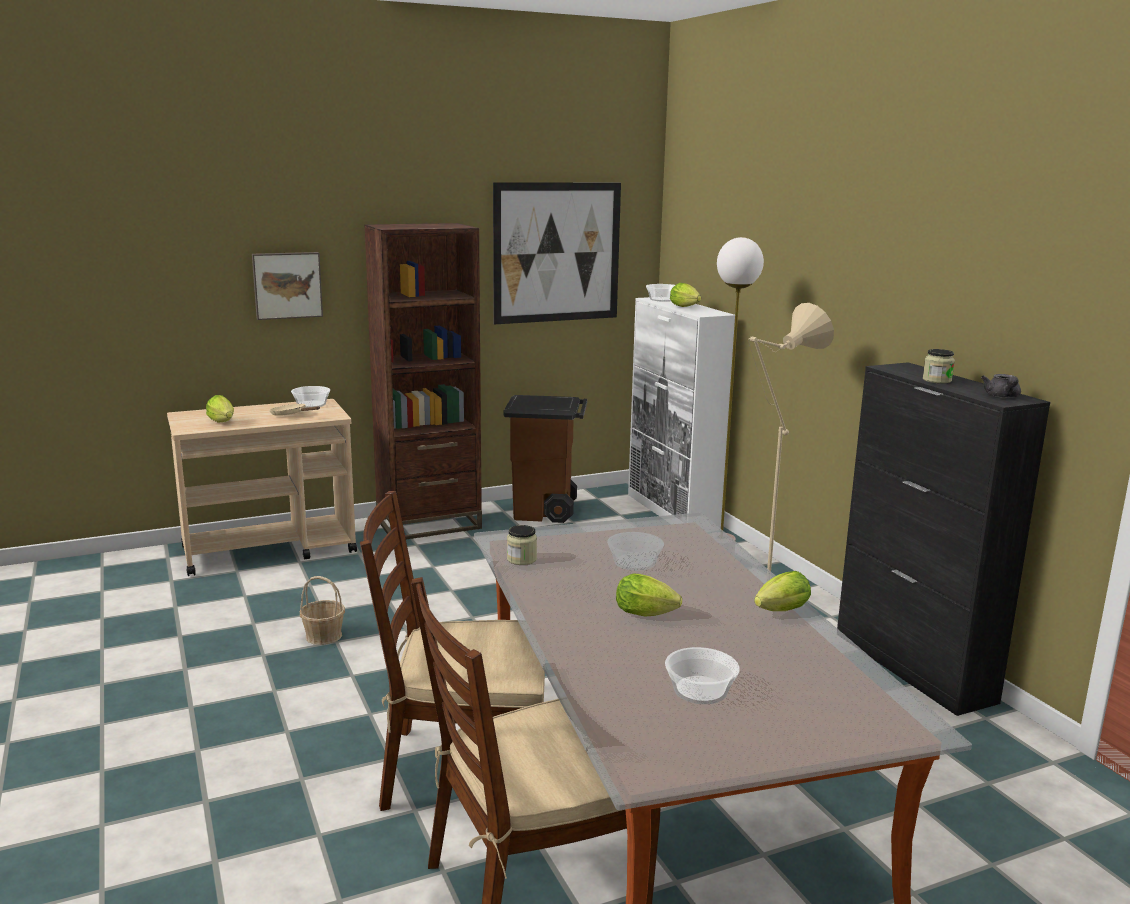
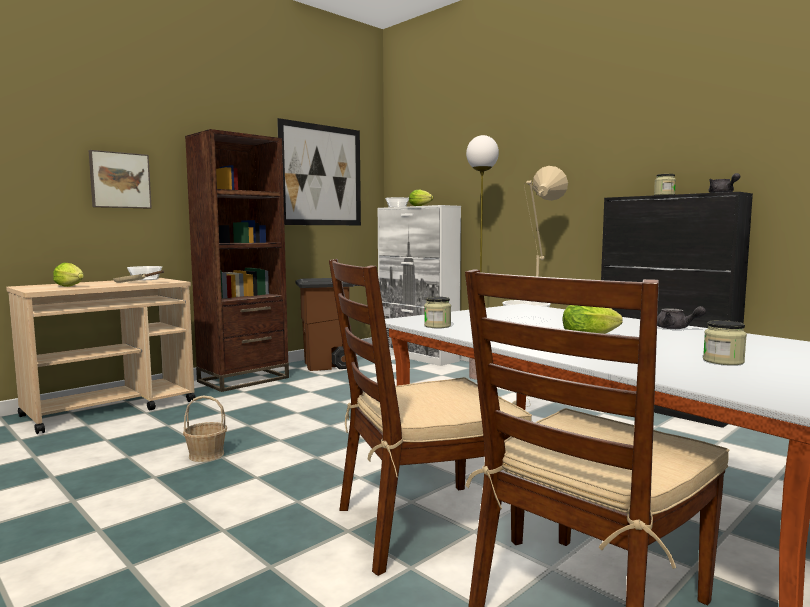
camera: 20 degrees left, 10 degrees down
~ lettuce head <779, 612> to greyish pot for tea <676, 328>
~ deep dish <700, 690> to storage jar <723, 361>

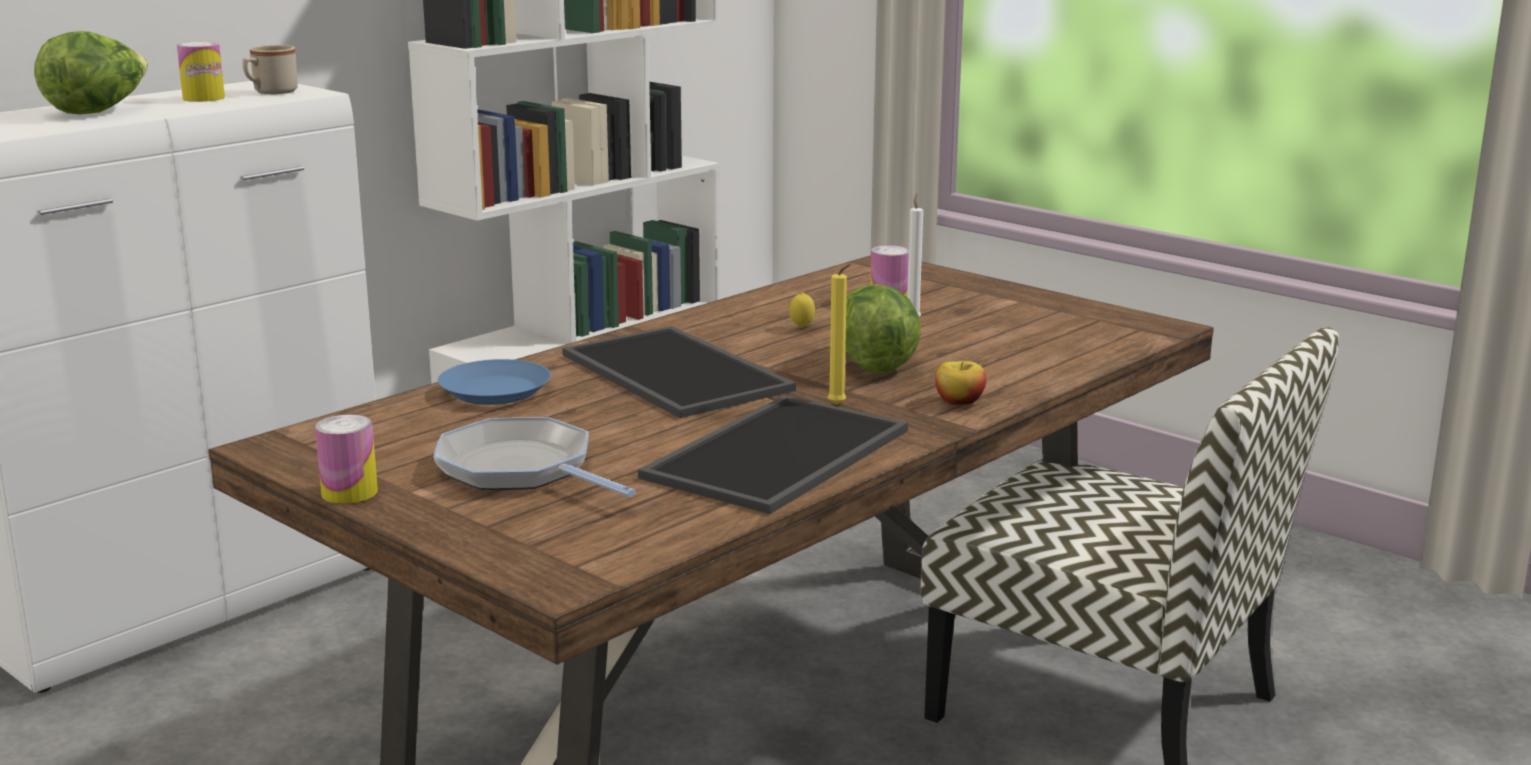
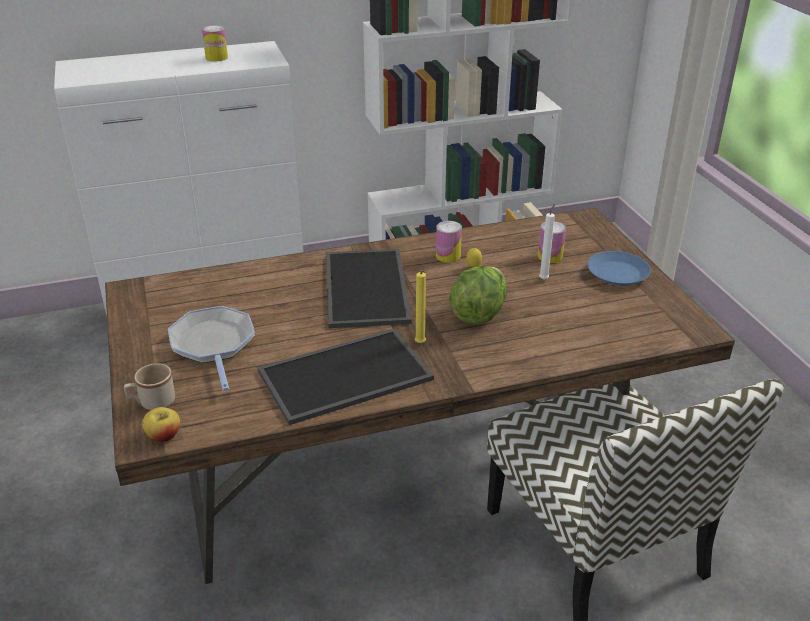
camera: 30 degrees right, 15 degrees up
~ beige tea mug <270, 92> to <152, 403>
~ whole apple <959, 402> to <164, 436>
~ metal can <349, 492> to <448, 256>
~ blue-coloured plate <494, 391> to <617, 274>
- lettuce head <98, 111>

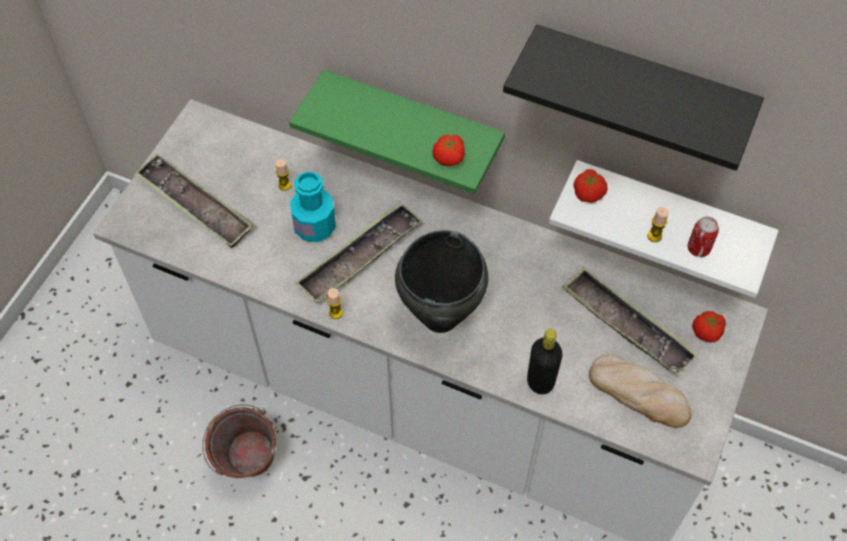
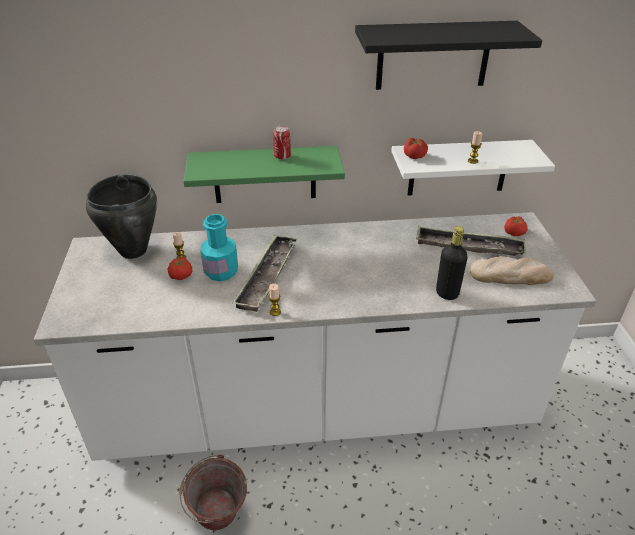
camera: 30 degrees left, 20 degrees down
~ black-coloured stockpot <439, 317> to <132, 251>
~ tomato <449, 157> to <181, 275>
~ metal can <698, 248> to <282, 156>
- carrying tray <195, 206>

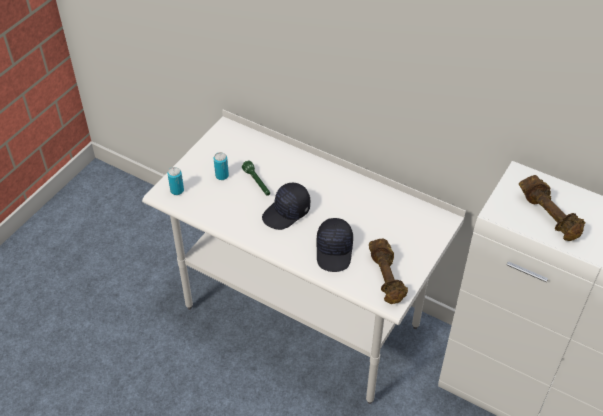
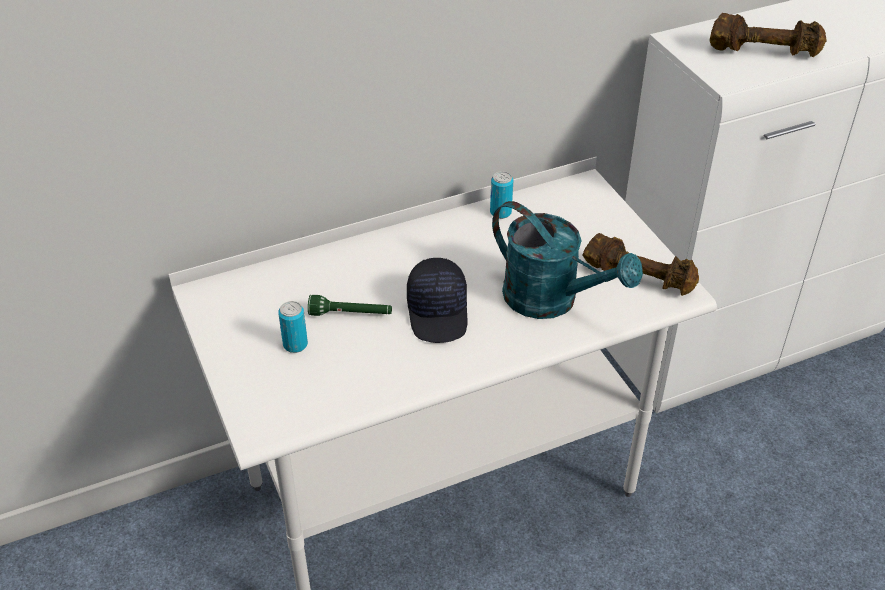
camera: 55 degrees left, 5 degrees down
~ metal can <177, 190> to <500, 212>
~ black-coloured cap <335, 251> to turquoise watering can <552, 300>

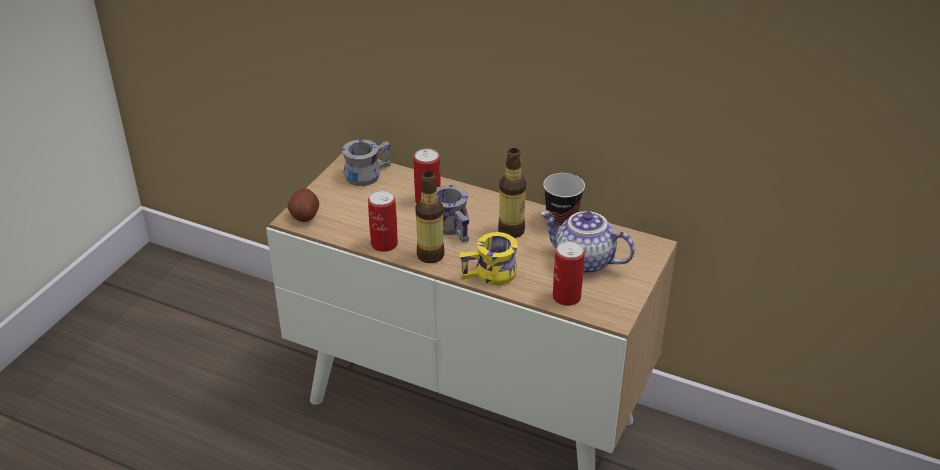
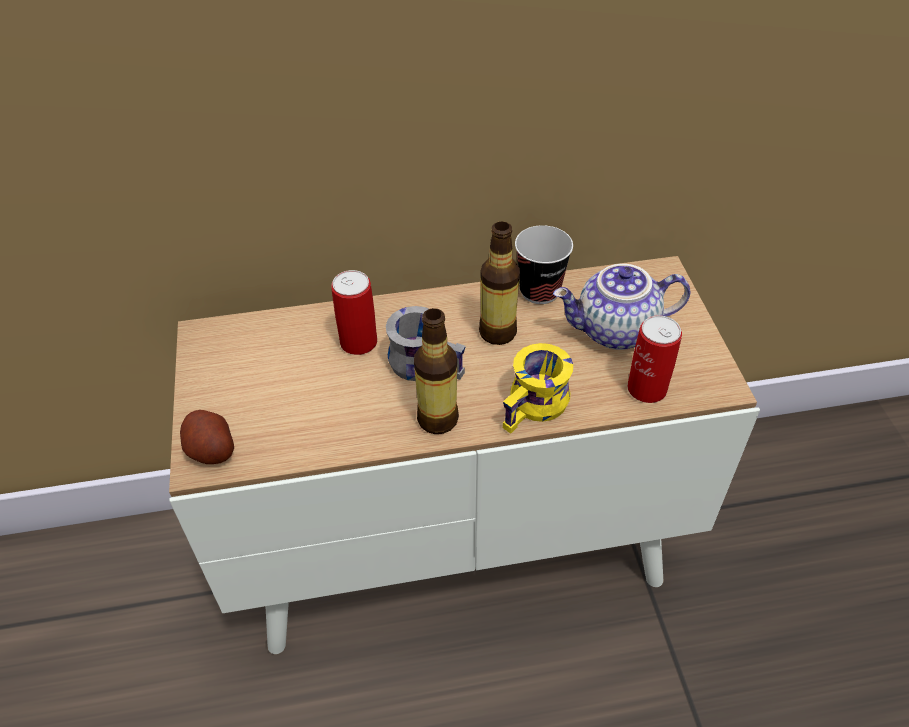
camera: 35 degrees left, 10 degrees up
- greyish tea mug <365, 173>
- metal can <384, 244>

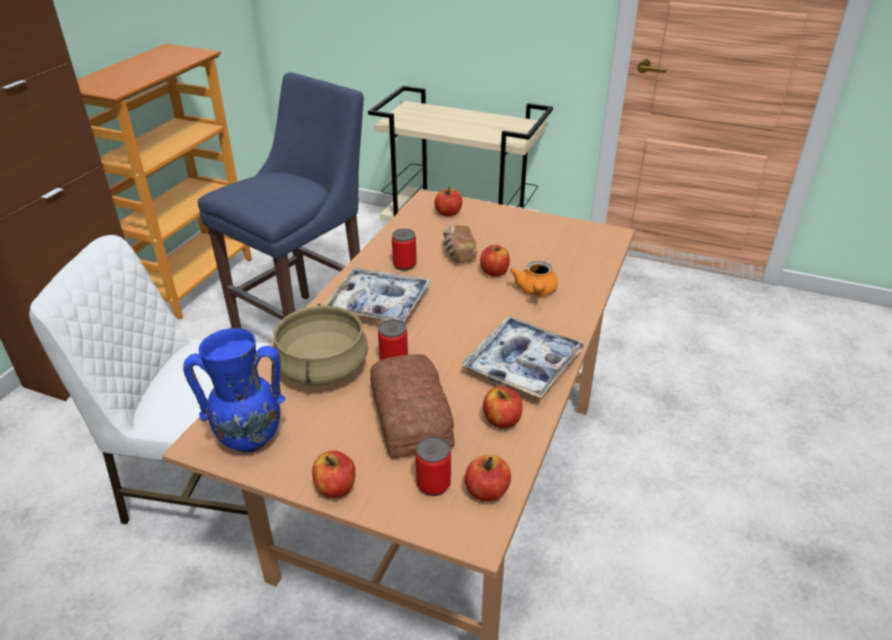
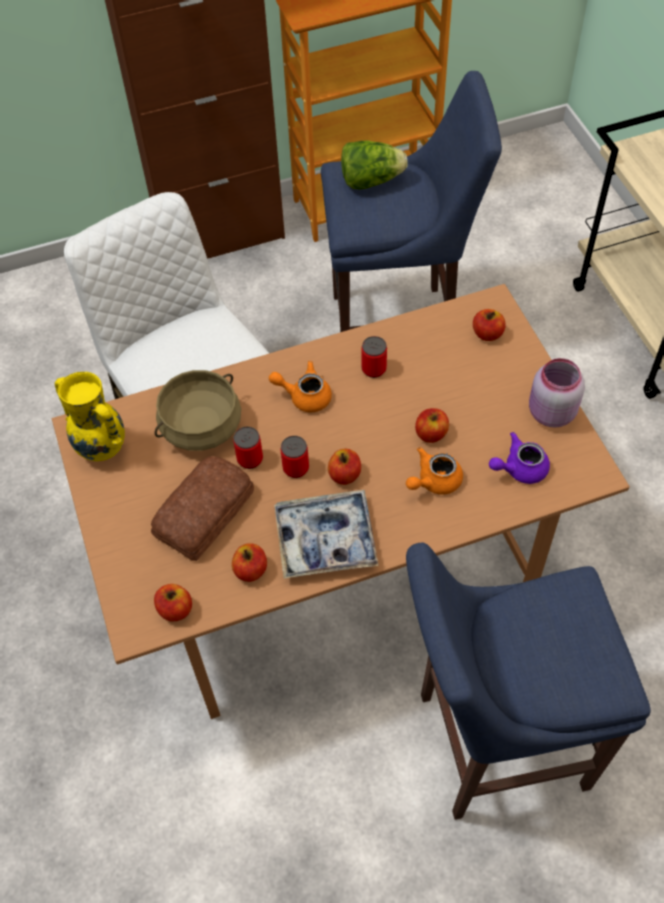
camera: 50 degrees right, 20 degrees up
~ blue-coloured flower vase <249, 439> to yellowish flower vase <102, 447>
~ carrying tray <378, 304> to orange-coloured pot for tea <304, 396>
~ metal can <433, 484> to <296, 468>
~ whole apple <336, 487> to <345, 475>
+ lettuce head <371, 181>
+ blue-coloured stool seat <493, 741>
+ purple pot for tea <519, 469>
+ pink storage jar <550, 413>
- baked bread <458, 254>

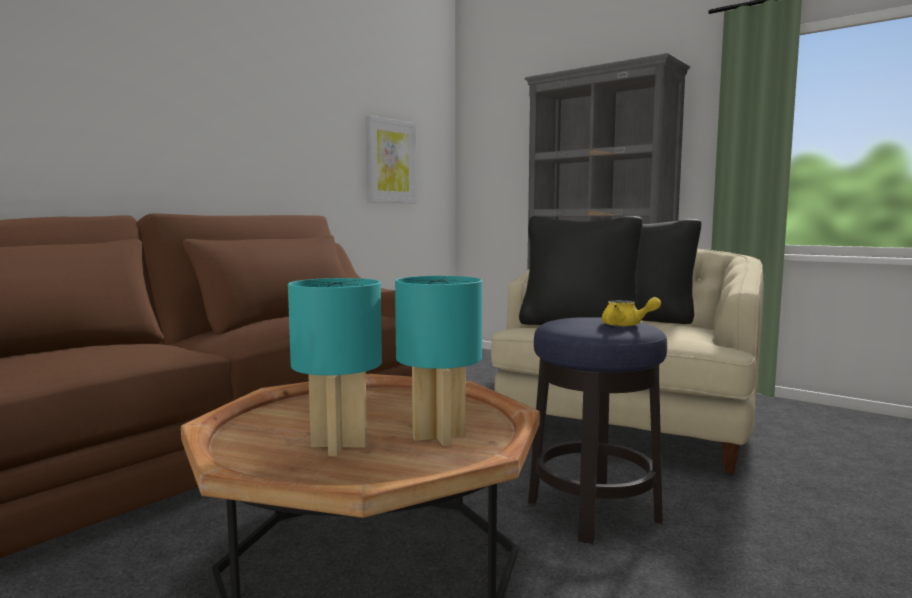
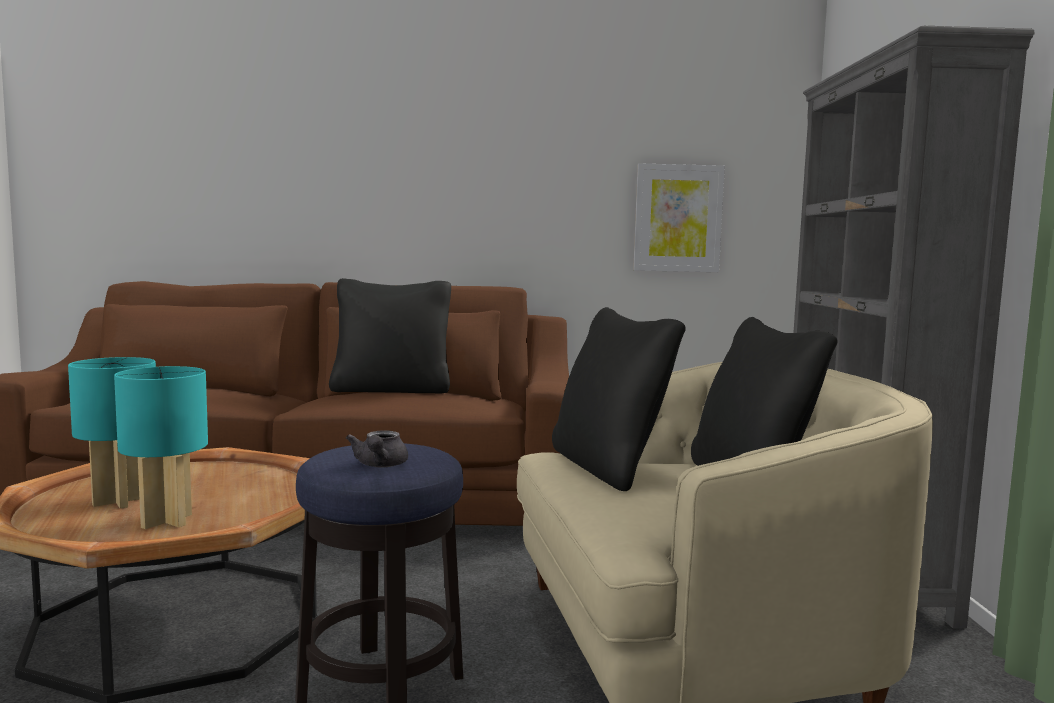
camera: 50 degrees right, 0 degrees up
+ black-coloured pillow <392, 389>
~ yellowish pot for tea <626, 325> to greyish pot for tea <379, 465>

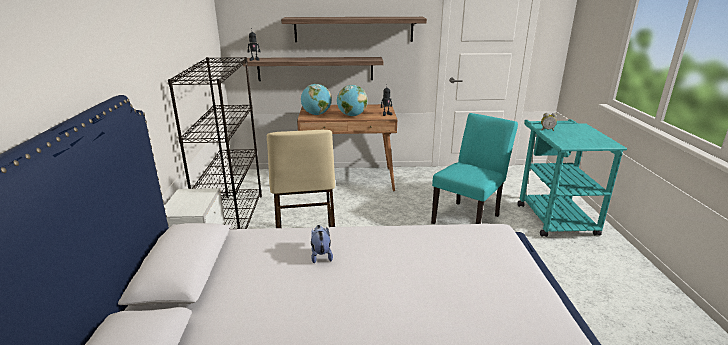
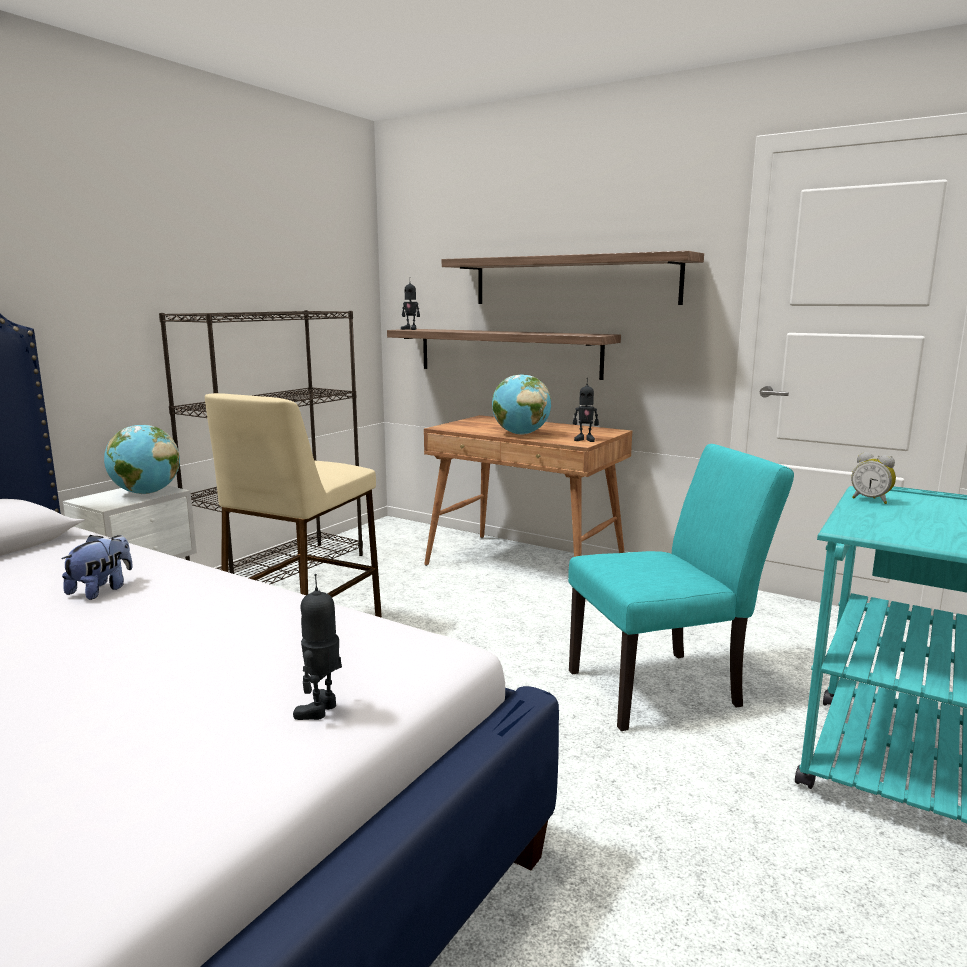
camera: 35 degrees right, 10 degrees down
~ world globe <316, 114> to <146, 493>
+ model robot <321, 710>

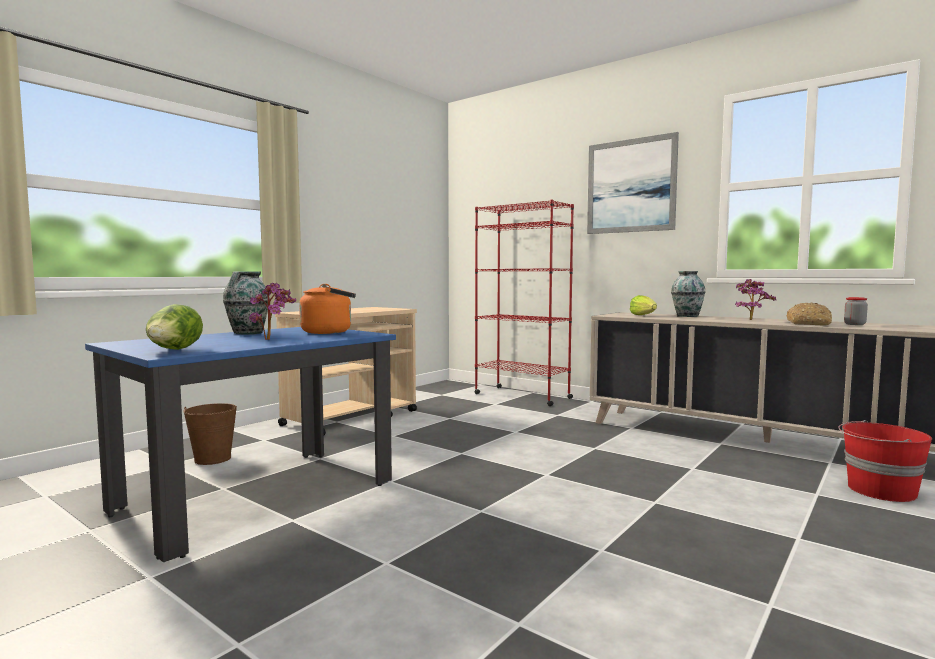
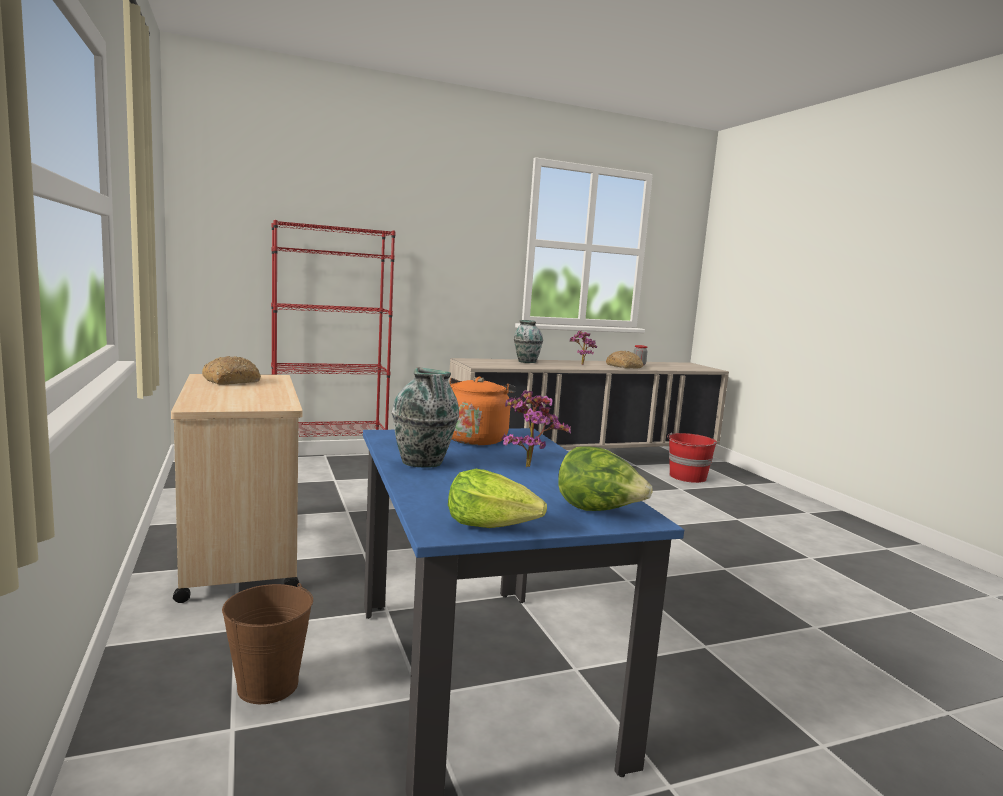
camera: 60 degrees left, 5 degrees up
+ baked bread <232, 381>
~ lettuce head <644, 315> to <491, 525>
- wall picture <630, 186>

